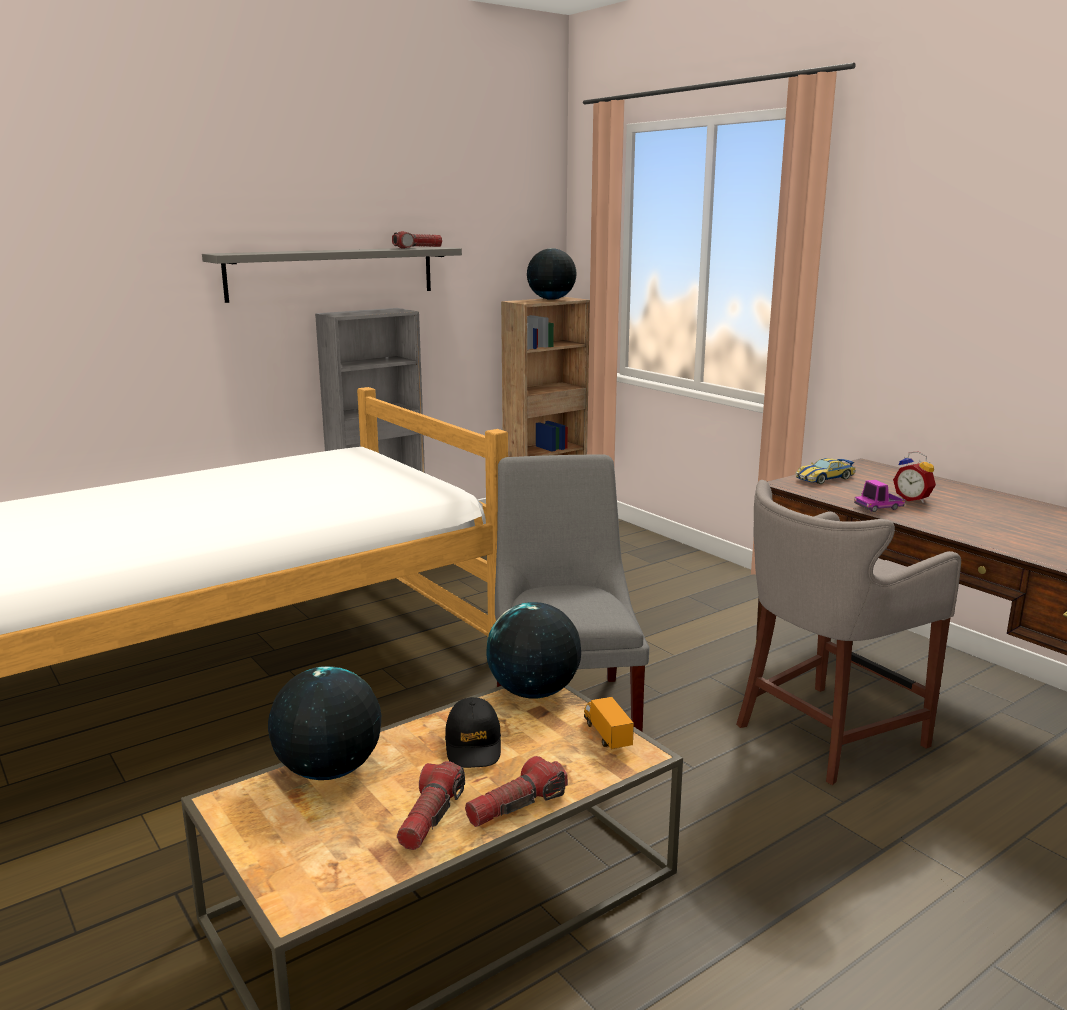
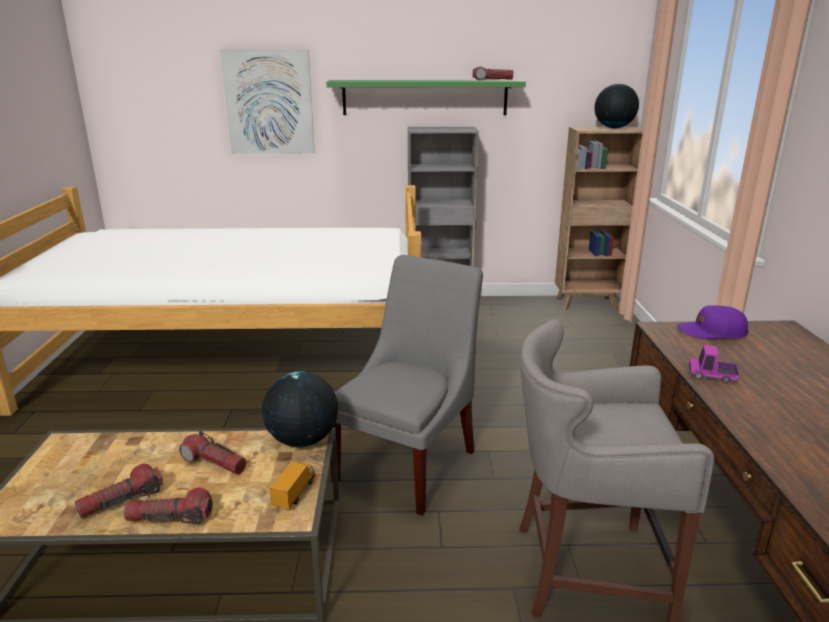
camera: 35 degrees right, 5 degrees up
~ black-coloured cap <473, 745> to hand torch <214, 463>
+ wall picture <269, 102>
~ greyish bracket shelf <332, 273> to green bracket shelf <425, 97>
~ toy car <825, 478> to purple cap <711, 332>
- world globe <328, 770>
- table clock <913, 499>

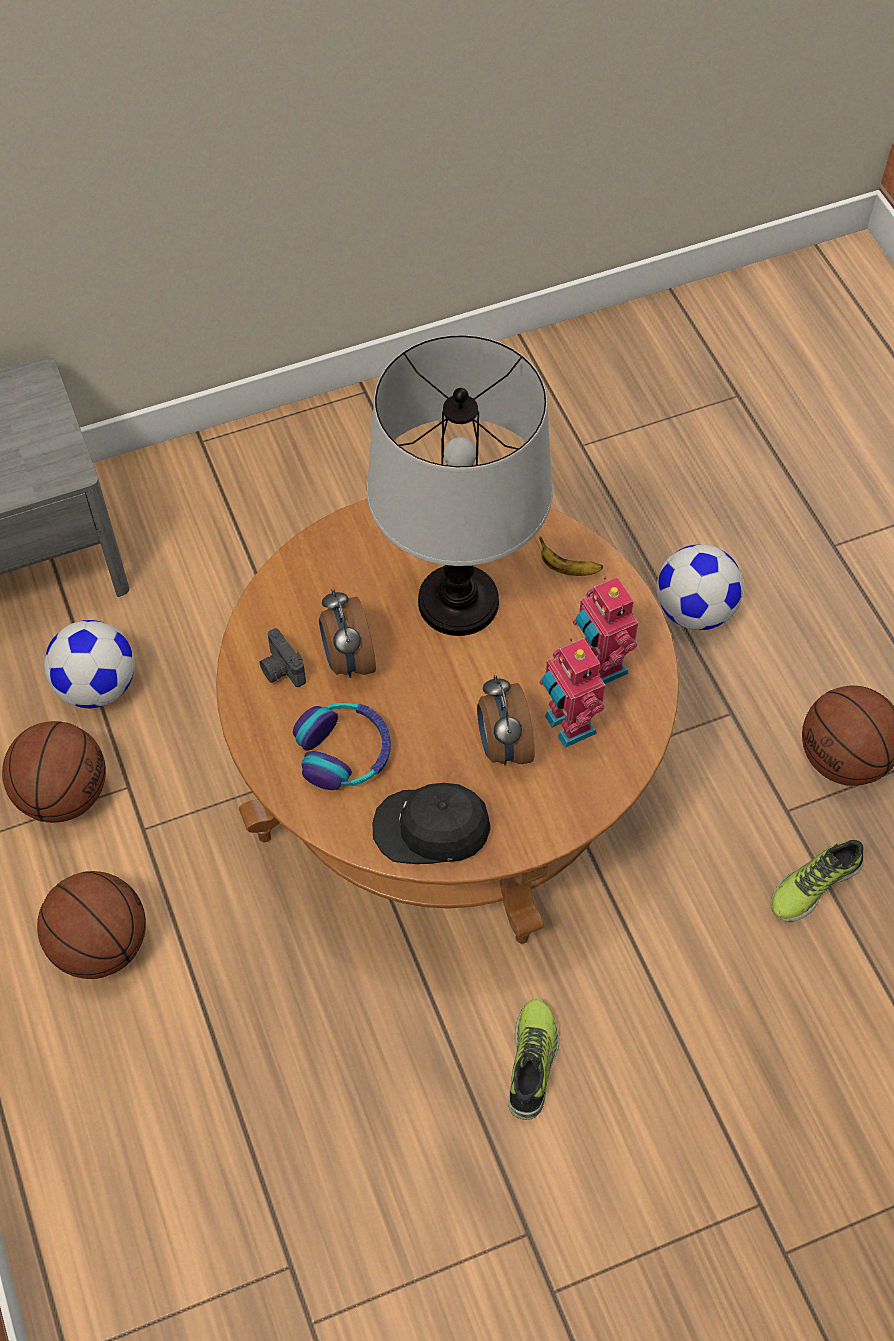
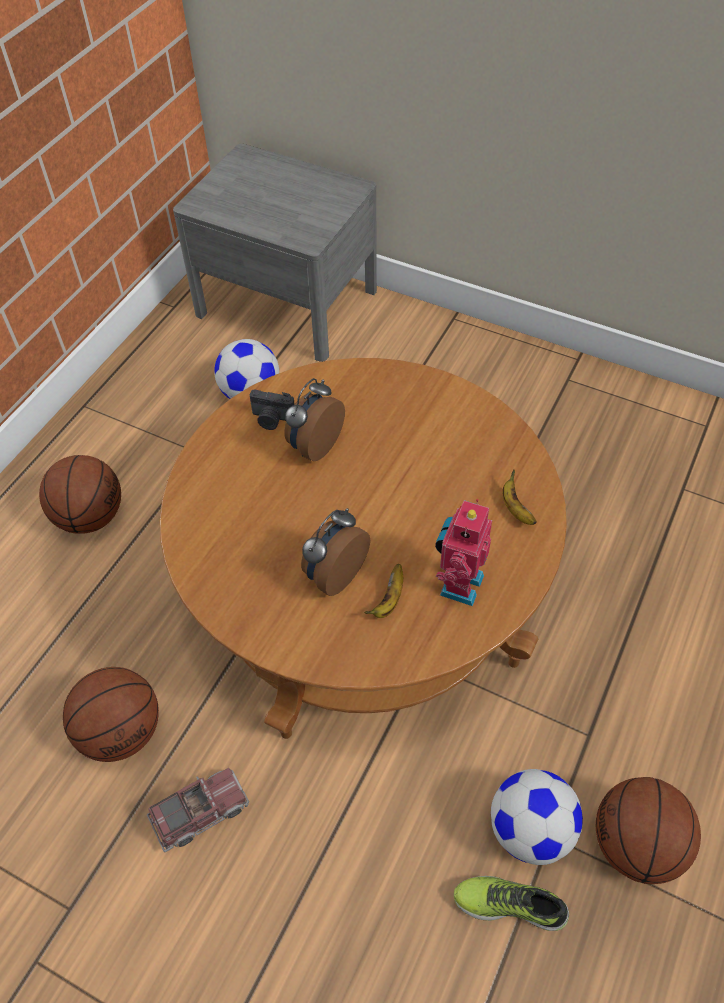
camera: 50 degrees right, 5 degrees down
~ basketball ball <63, 793> to <122, 731>
~ shoe <533, 1062> to model truck <200, 812>
~ photo camera <281, 670> = <272, 419> 90 degrees counterclockwise
~ model robot <567, 726> to banana <389, 600>
~ football <694, 610> to <530, 830>
- pair of headphones <344, 752>
- table lamp <458, 603>
- black-coloured cap <432, 829>

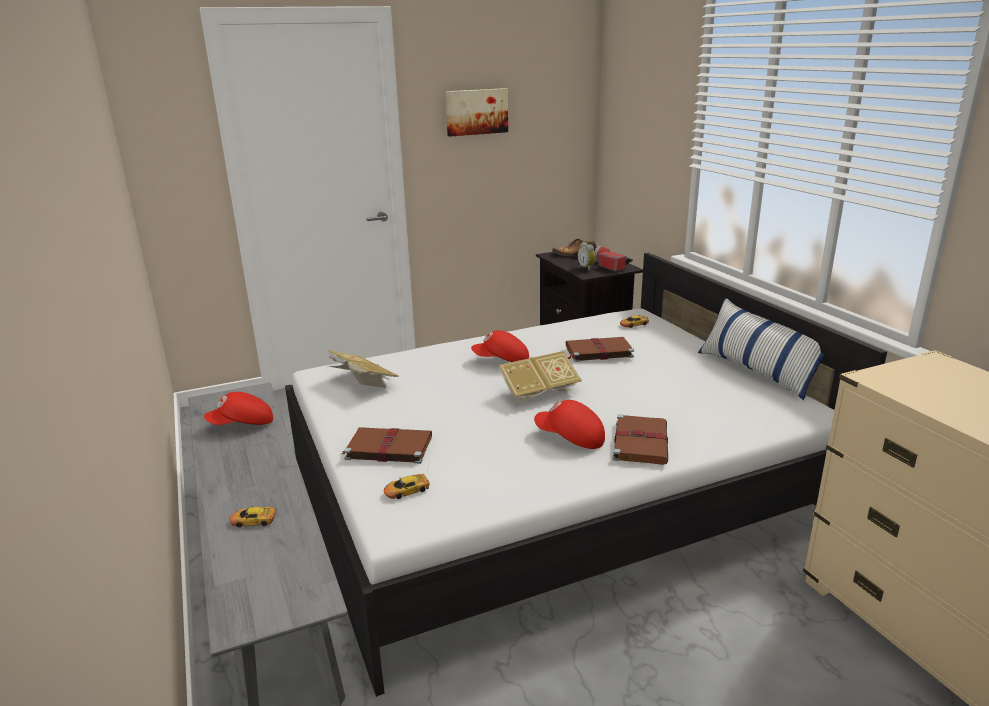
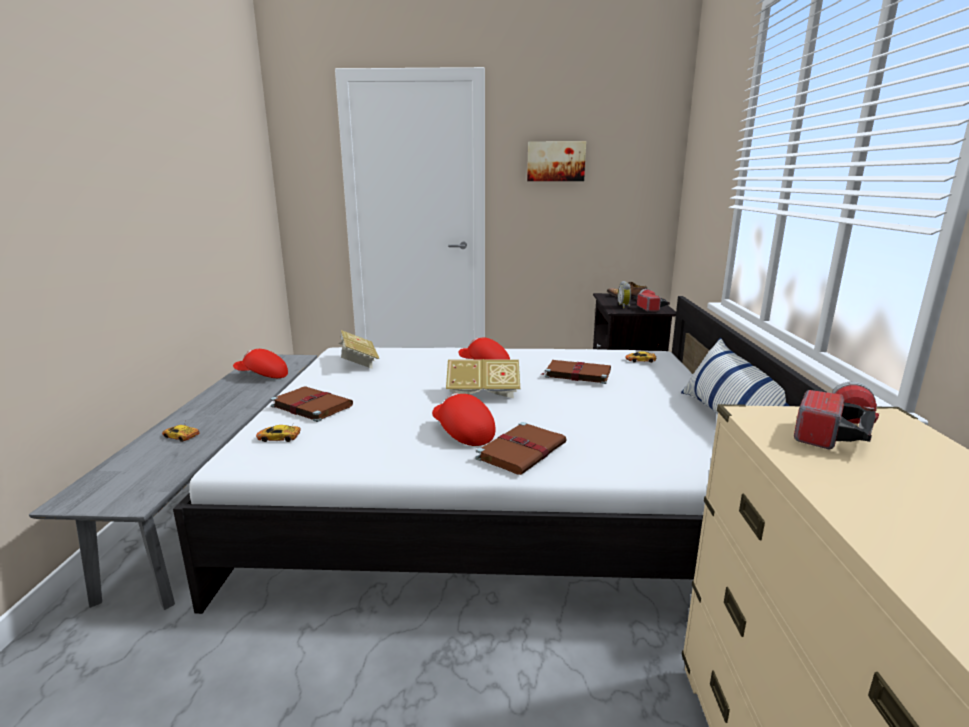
camera: 25 degrees right, 5 degrees down
+ hand torch <834, 431>

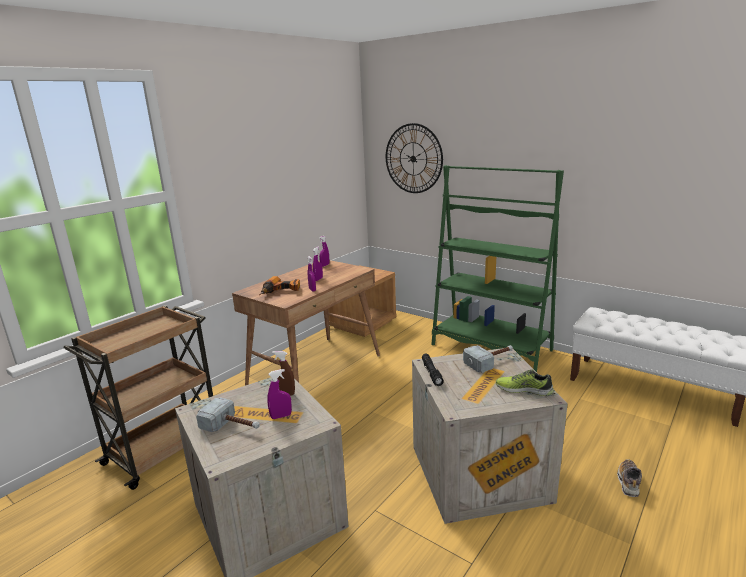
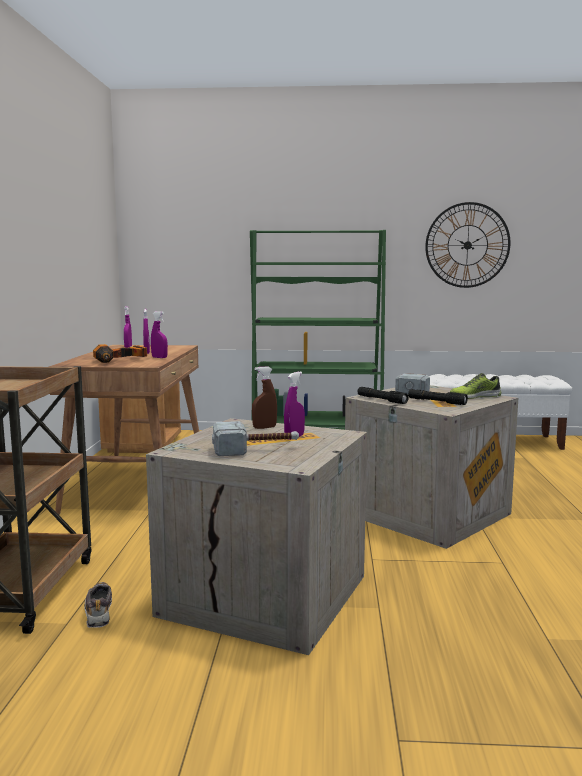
camera: 35 degrees left, 10 degrees down
~ shoe <628, 482> to <99, 612>
+ black-coloured hand torch <436, 402>
~ wall clock <413, 159> to <467, 245>

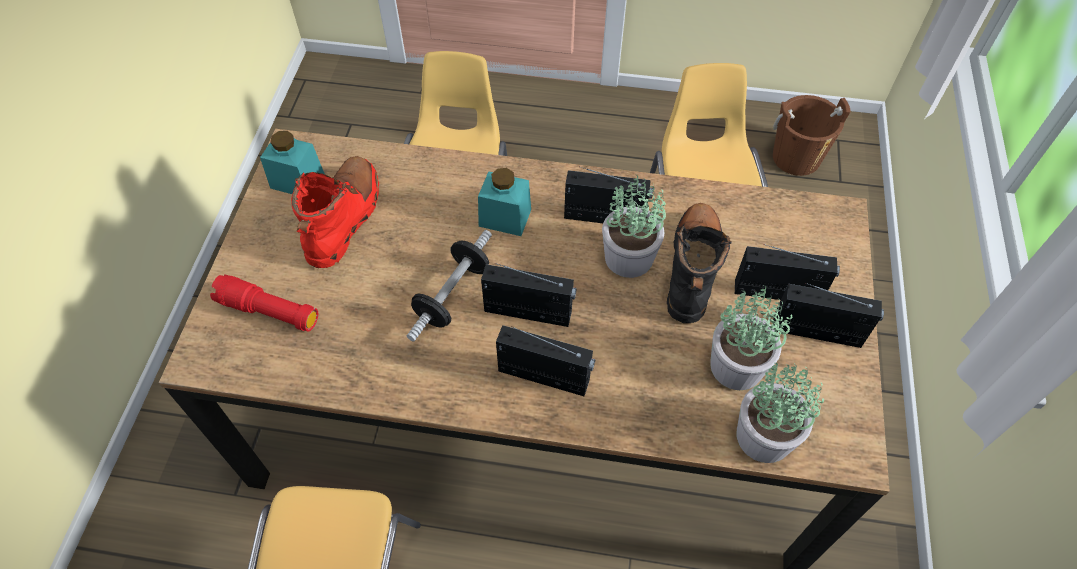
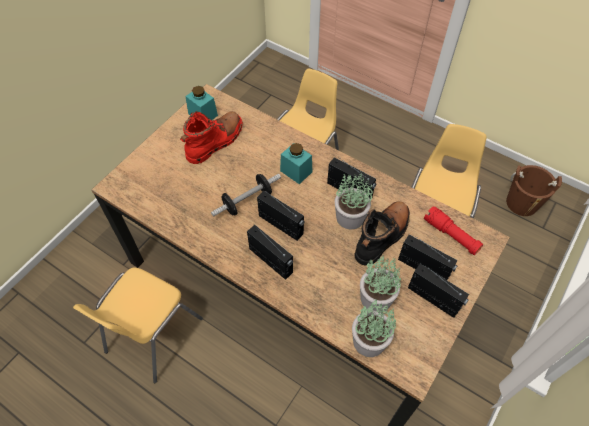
camera: 25 degrees right, 0 degrees up
~ red hand torch <269, 311> to <451, 235>

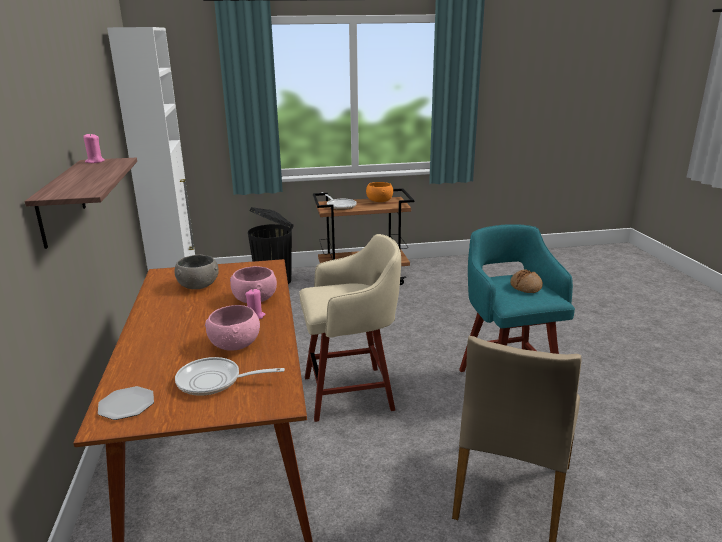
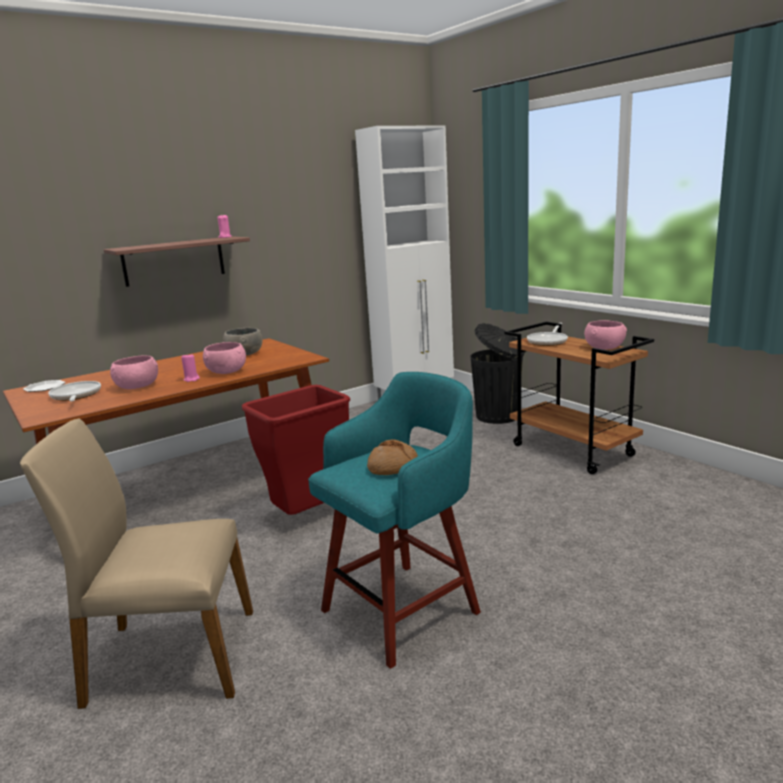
camera: 65 degrees right, 5 degrees down
~ beige stool seat <351, 393> to red trash can <308, 517>
~ orange-coloured deep dish <379, 201> to pink deep dish <604, 348>

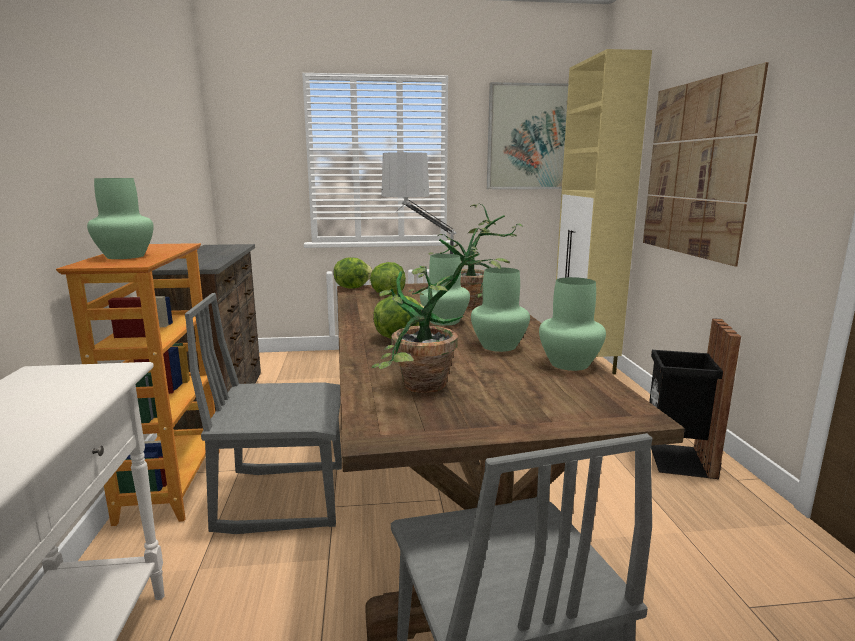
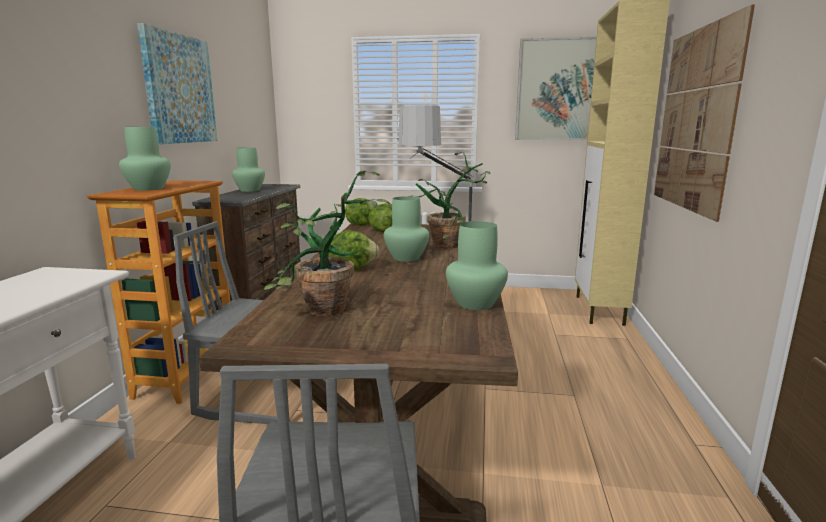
camera: 15 degrees right, 0 degrees up
+ wall picture <179, 89>
~ green flower vase <498, 346> to <250, 190>
- black-coloured trash can <677, 459>

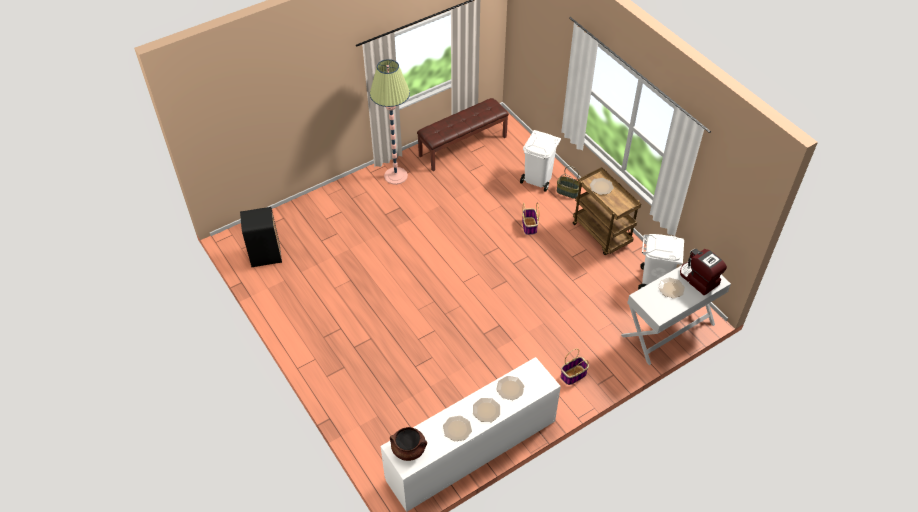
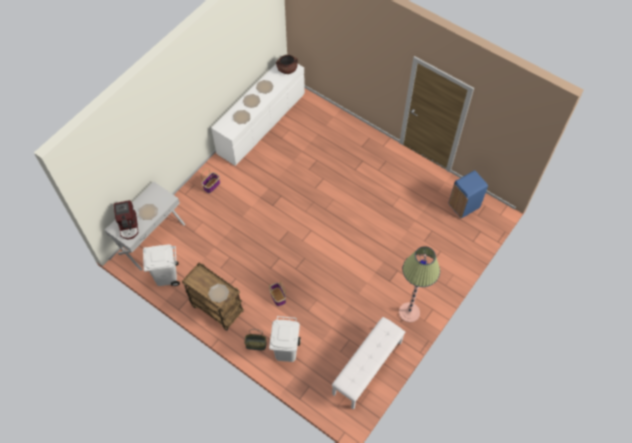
camera: 160 degrees right, 10 degrees up
~ coffee machine <698, 279> = <129, 225> 45 degrees clockwise
~ brown long seat <462, 146> to whitish long seat <367, 368>
~ black-coloured trash can <265, 255> to blue-coloured trash can <464, 206>

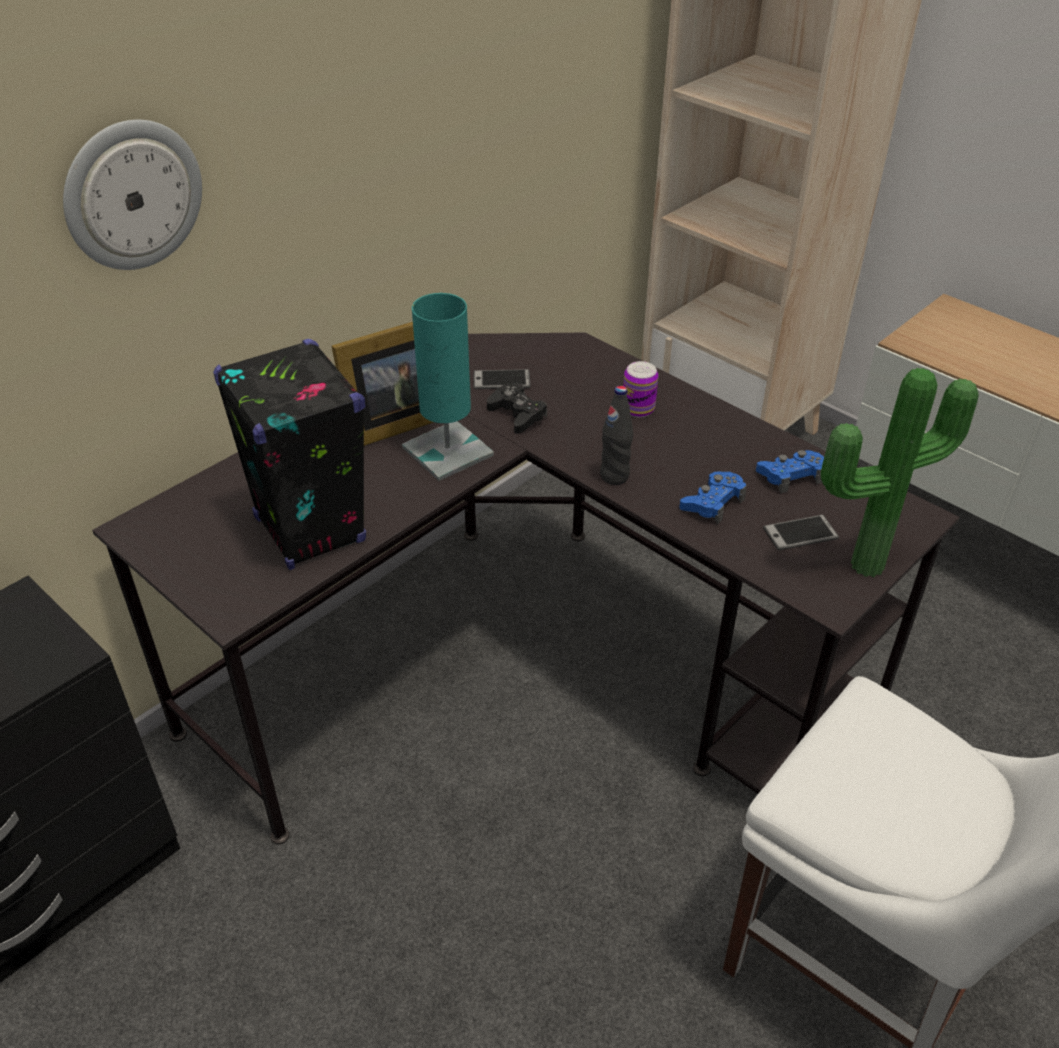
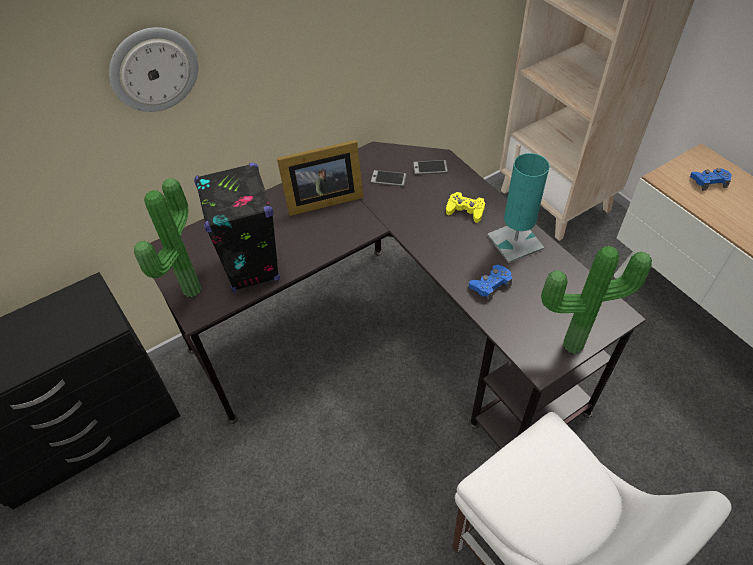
camera: 15 degrees right, 10 degrees up
+ plant in a pot <188, 289>
~ telephone <800, 533> to <430, 168>
~ metal can <638, 409> to yellowish gamepad <465, 210>
~ turquoise table lamp <447, 451> to <515, 242>
~ blue-coloured gamepad <790, 476> to <709, 181>
- black-coloured gamepad <517, 414>
- black-coloured drink bottle <614, 476>

